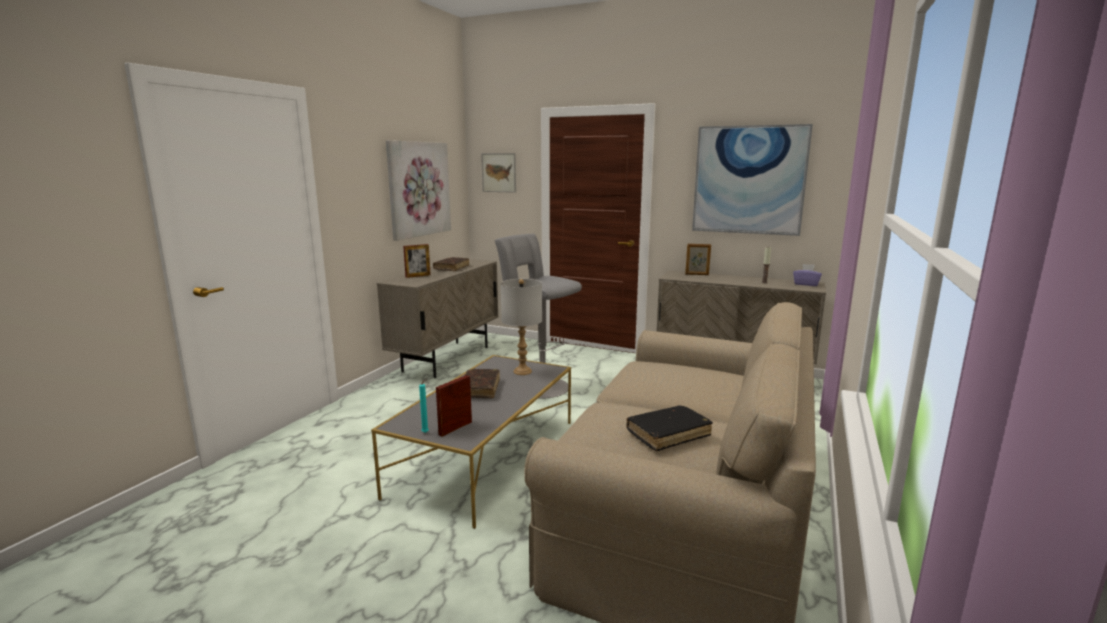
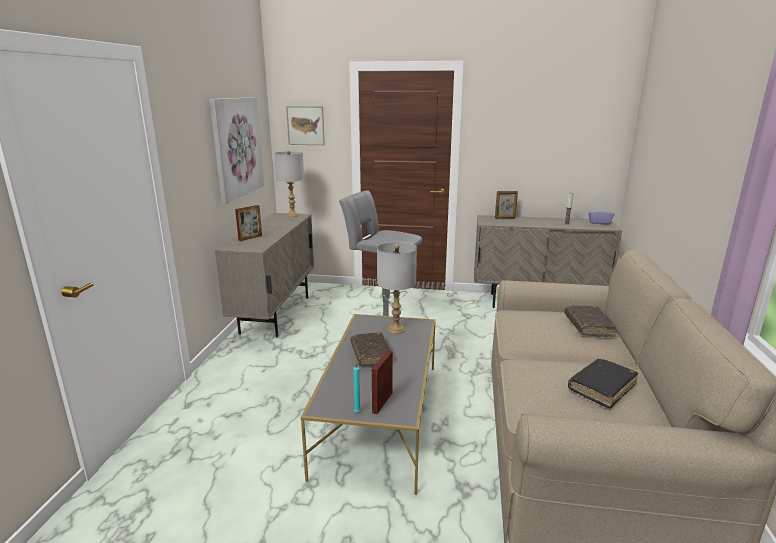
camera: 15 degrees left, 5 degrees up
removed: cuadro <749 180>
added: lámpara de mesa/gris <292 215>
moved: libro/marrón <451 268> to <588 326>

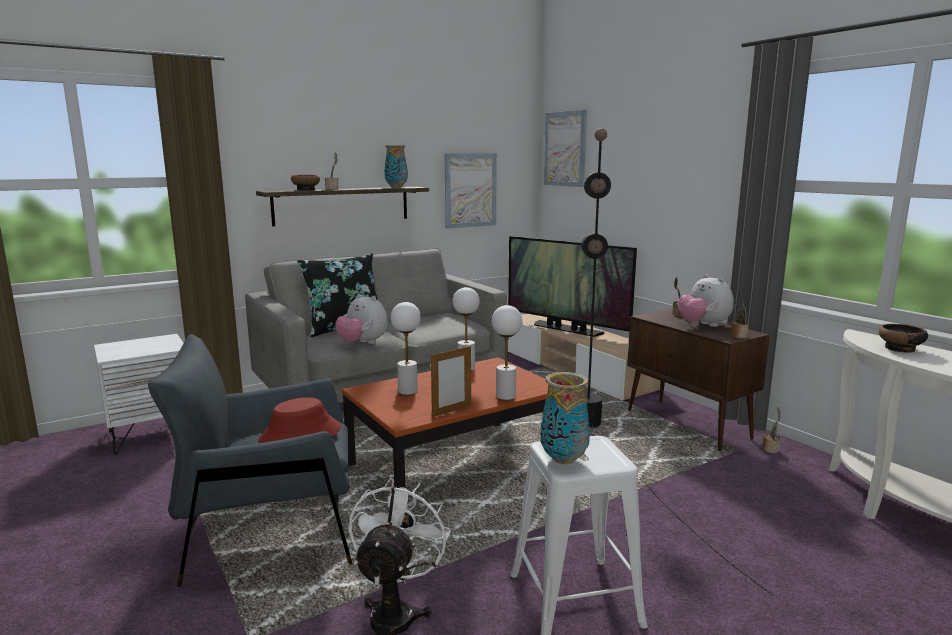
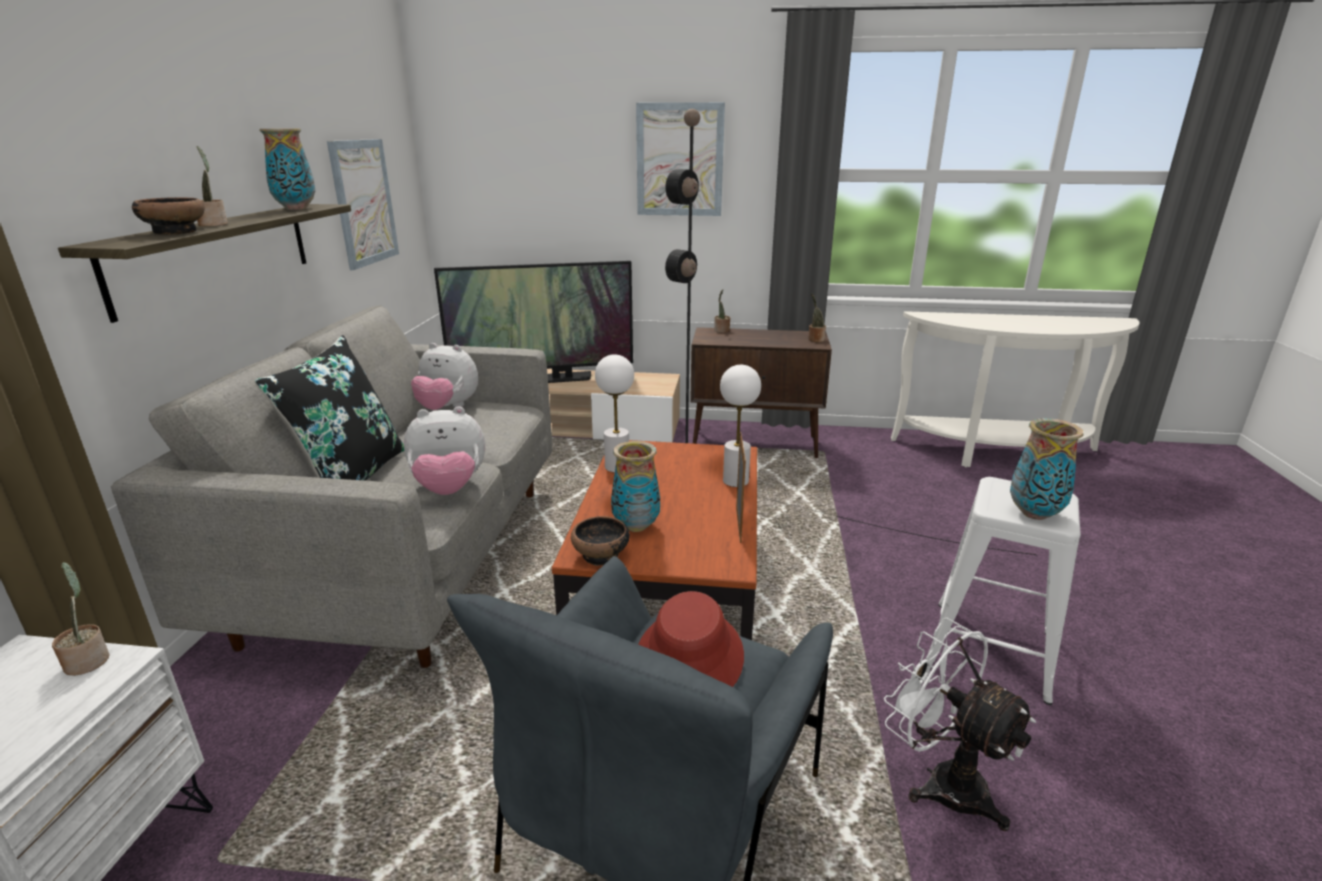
camera: 50 degrees left, 10 degrees up
moved: cuadro <565 149> to <679 160>; peluche <703 325> to <447 408>; planta en maceta <771 449> to <88 660>; cuenco <900 349> to <601 555>
replaced: lámpara de mesa/blanco <407 391> to florero <635 526>

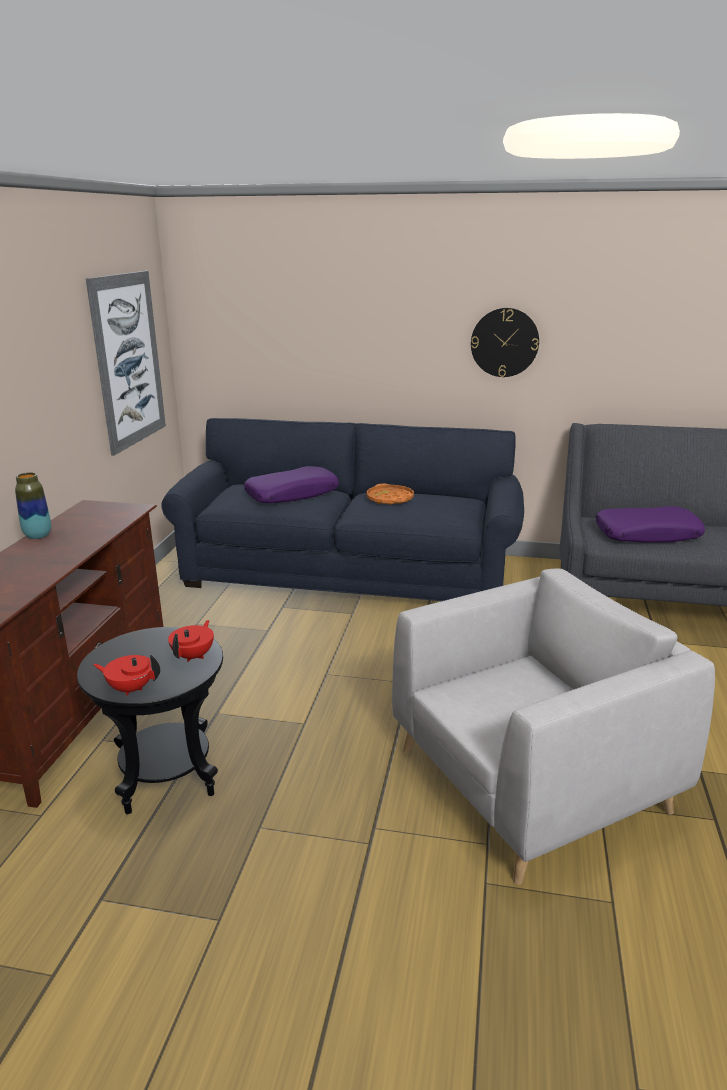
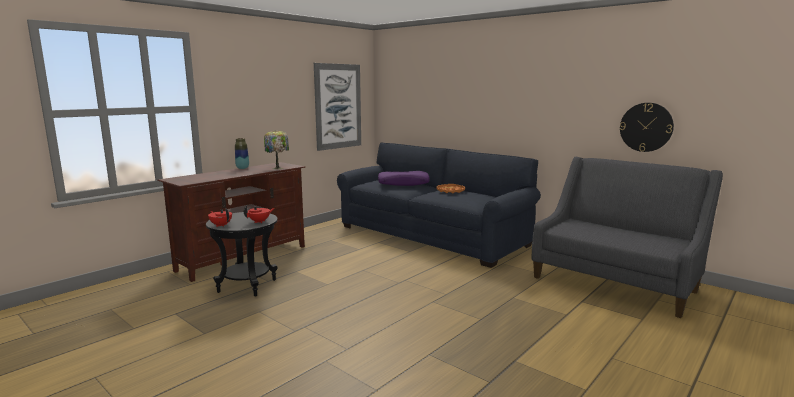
camera: 30 degrees right, 10 degrees down
removed: sillón/gris <531 779>; cojín/morado <647 534>
added: lámpara de mesa <278 168>
moved: reloj de pared <504 342> to <646 127>

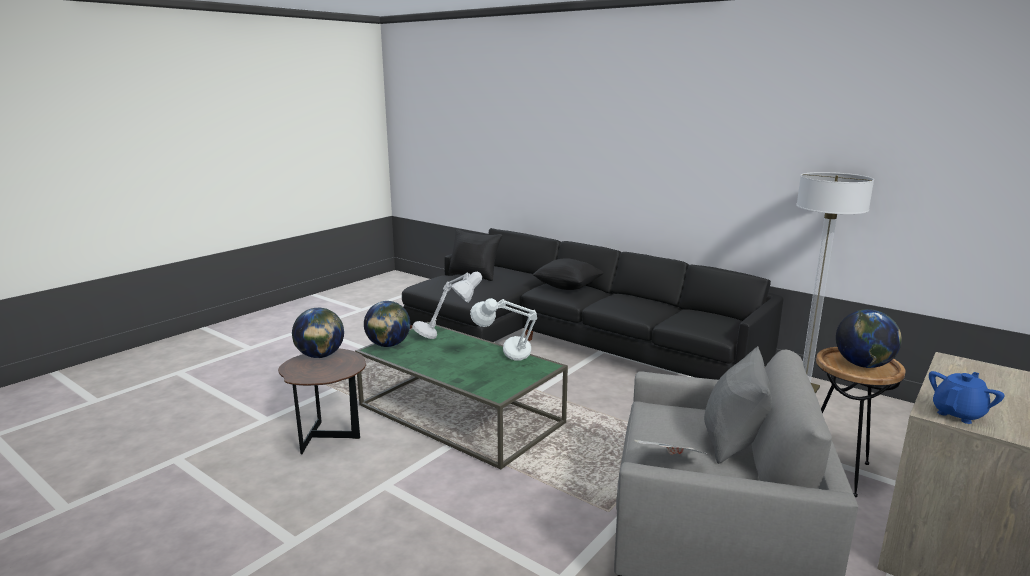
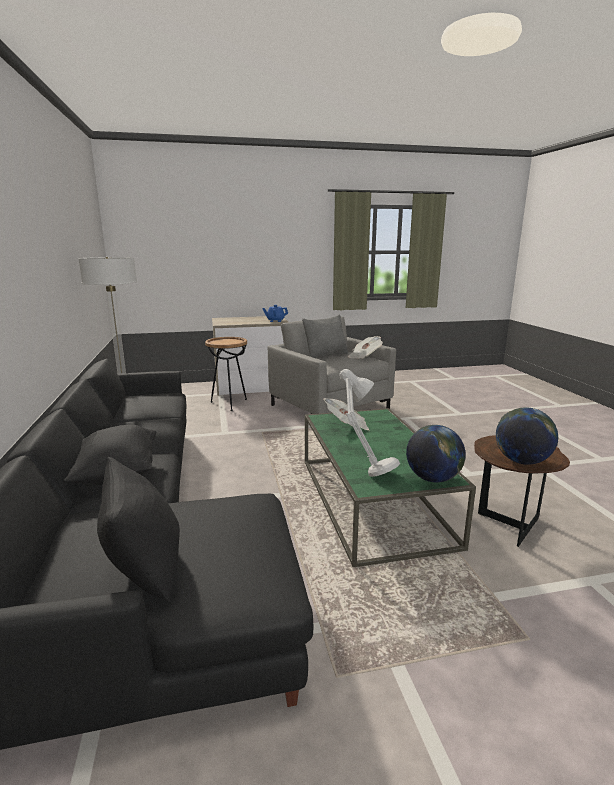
camera: 140 degrees left, 0 degrees up
removed: globo terráqueo <863 365>
replaced: lámpara de mesa/blanco <507 366> to periódico <347 425>

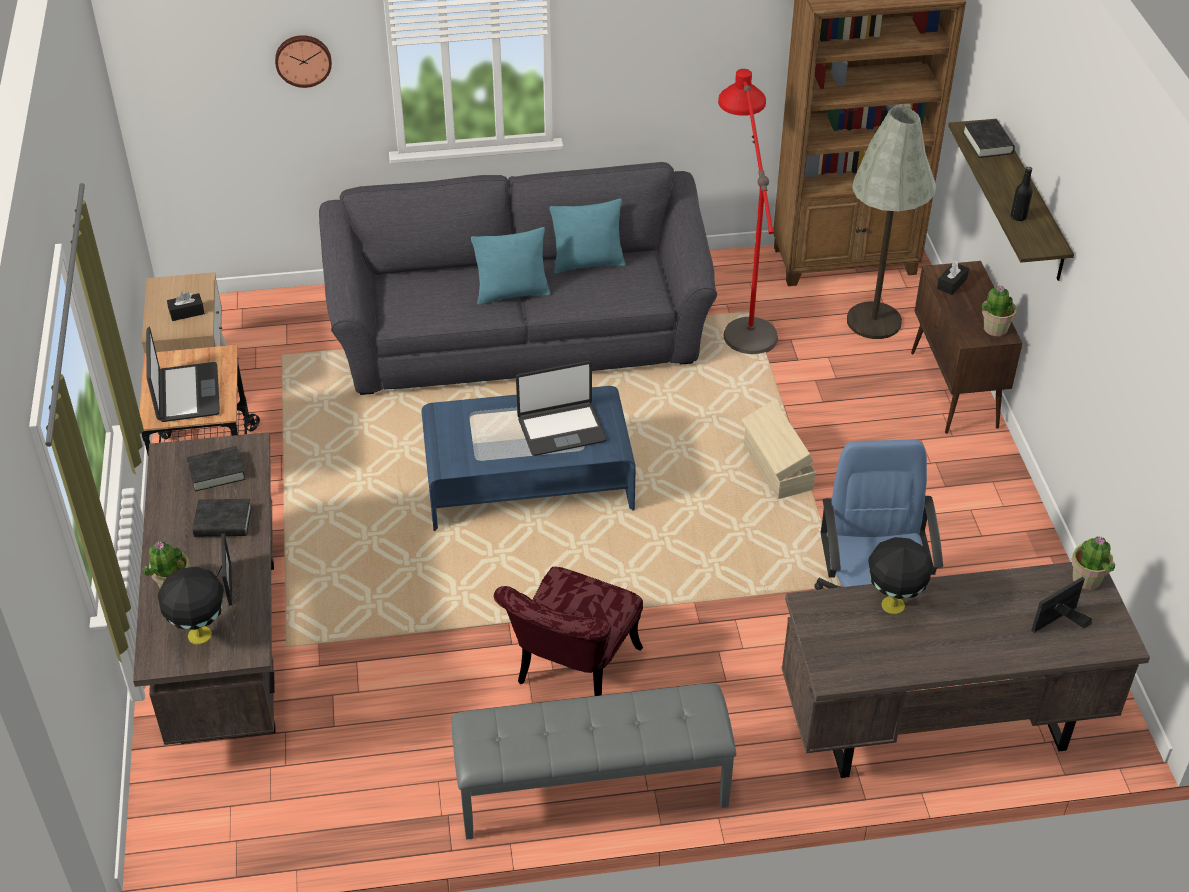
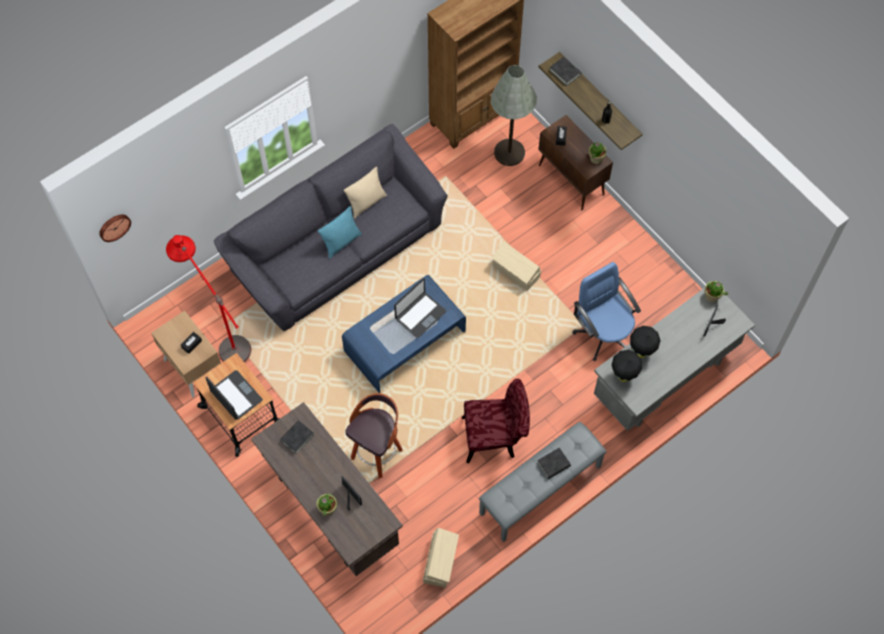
camera: 30 degrees left, 20 degrees up
added: taburete <377 452>; caja de almacenaje/beis <440 561>
moved: lámpara de mesa/negro <200 634> to <623 376>; libro/negro <223 522> to <553 464>; reloj de pared <303 59> to <114 226>; lámpara de pie/rojo <742 312> to <221 334>
recoloured: cojín/turquesa <588 263> to cojín/beis <366 203>; escritorio/marrón <939 727> to escritorio/gris <664 380>
turned: silla/rojo <572 675> = <495 437> 90 degrees counterclockwise

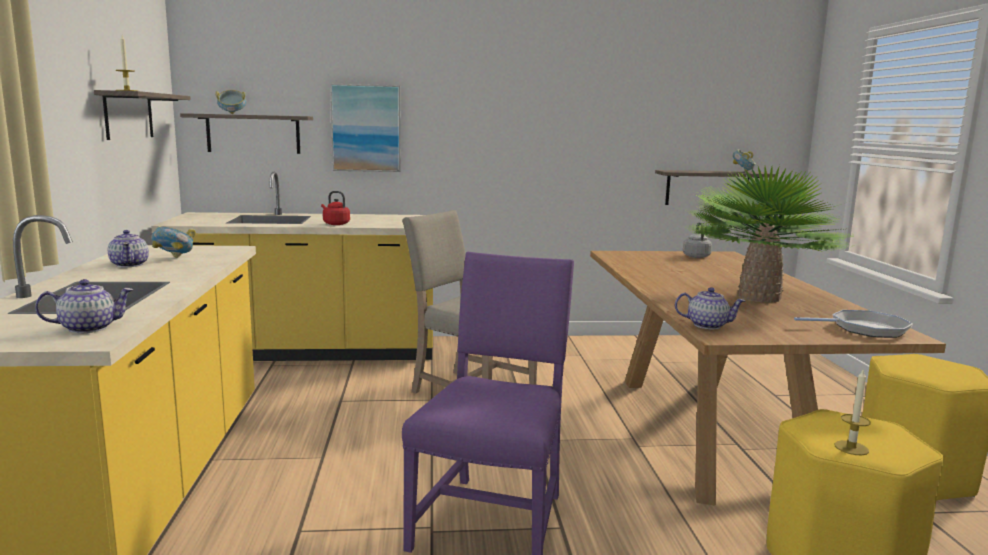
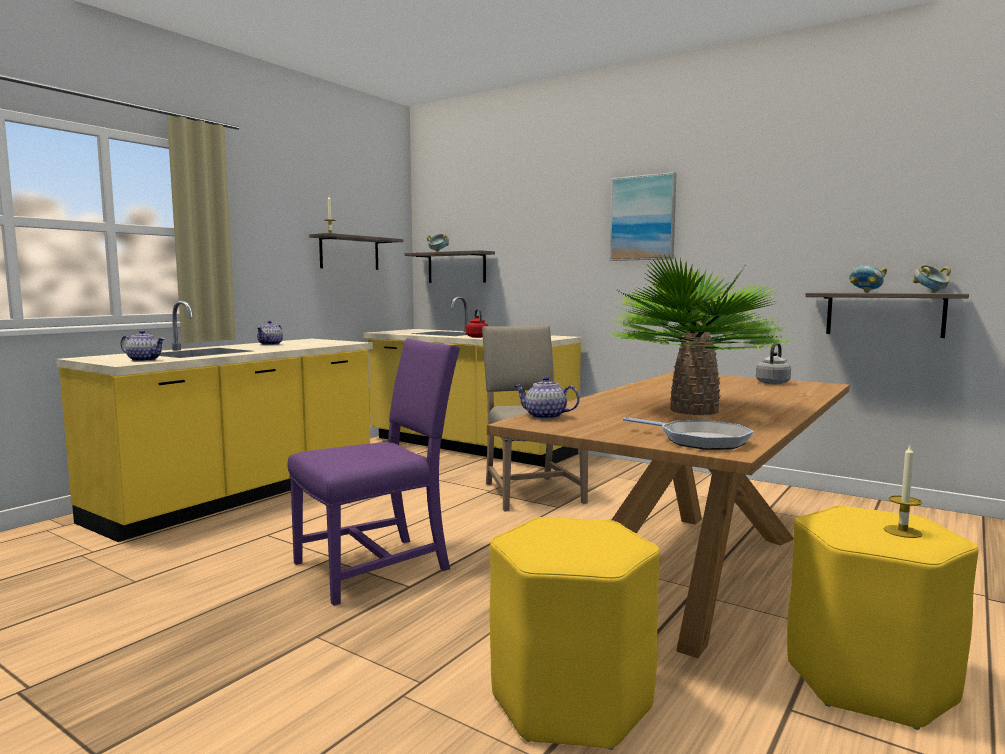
camera: 40 degrees right, 5 degrees down
moved: cuenco <174 258> to <865 292>; cuadro <366 128> to <643 218>; vela <851 448> to <902 531>
turned: tetera <707 325> = <545 416> 150 degrees clockwise

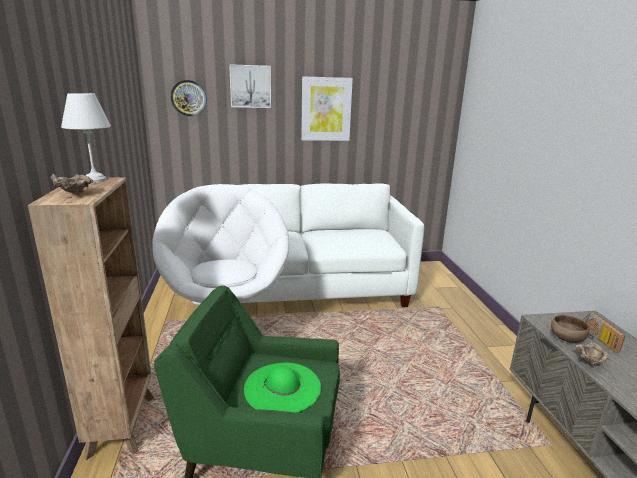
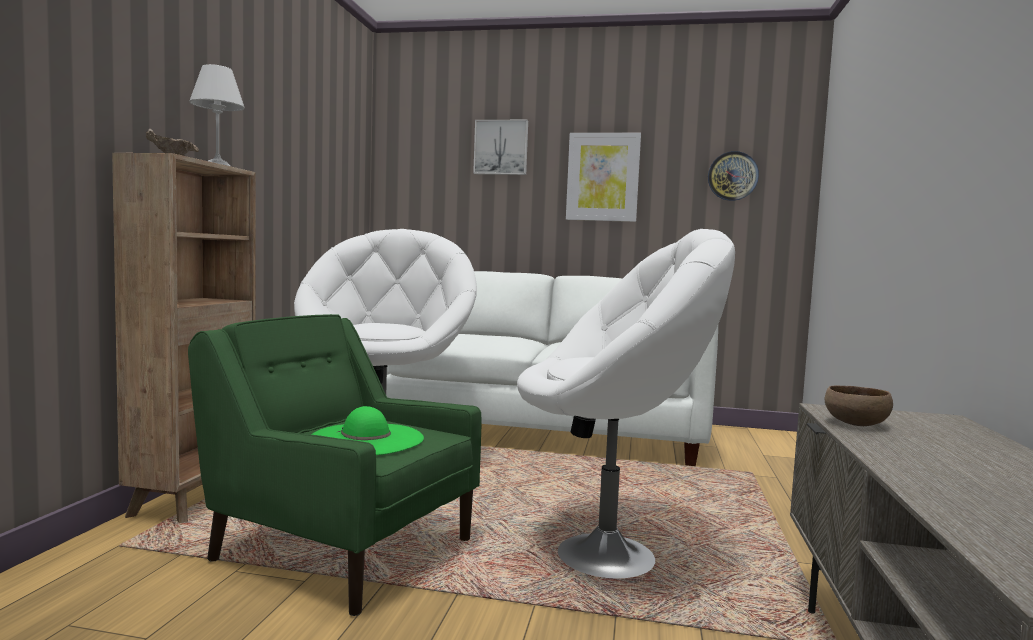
camera: 20 degrees right, 15 degrees down
removed: cuenco/beis <589 363>; radio <596 339>
added: sillón/blanco <609 557>
moved: reloj de pared <189 98> to <732 176>

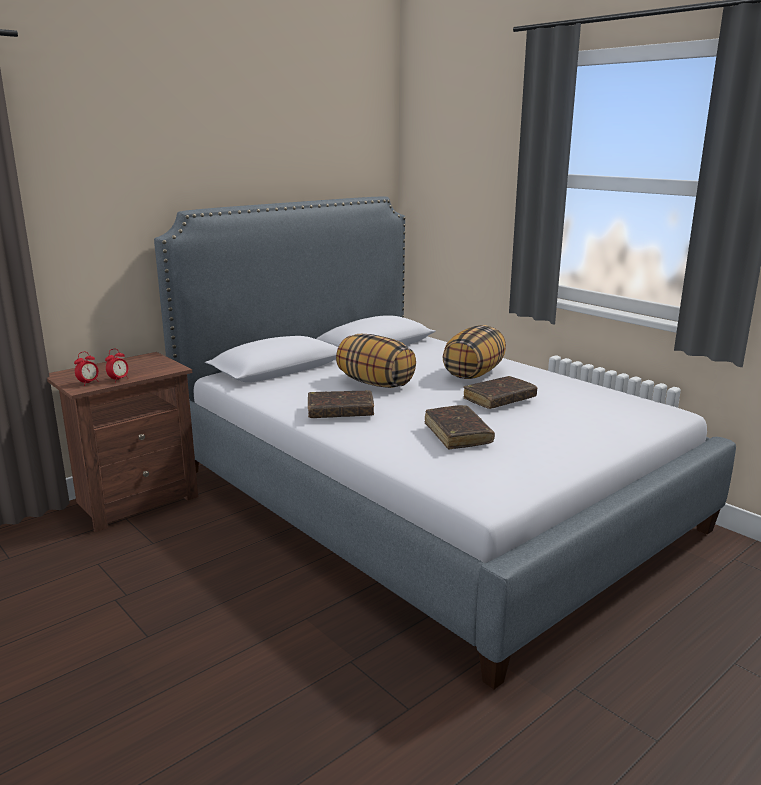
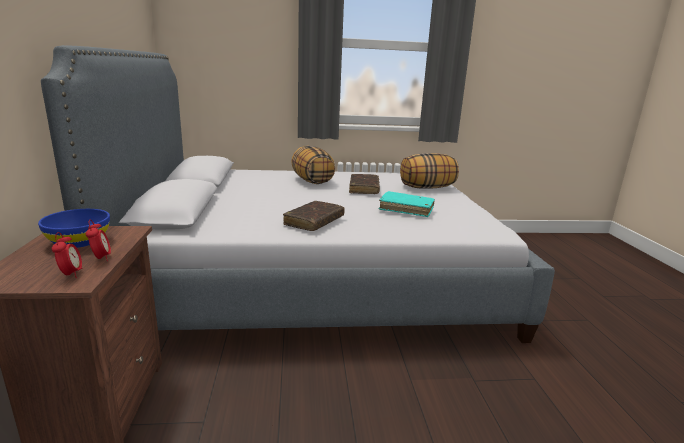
camera: 55 degrees left, 0 degrees up
added: cuenco/azul <79 242>
moved: cojín <375 383> to <427 188>
recoloured: libro/marrón <457 434> to libro/turquesa <406 209>

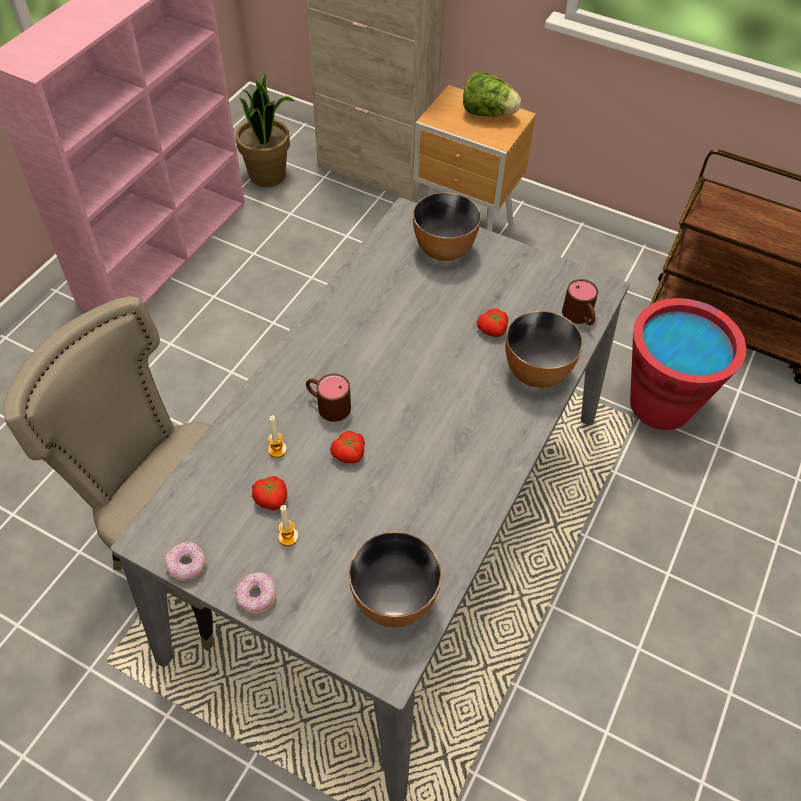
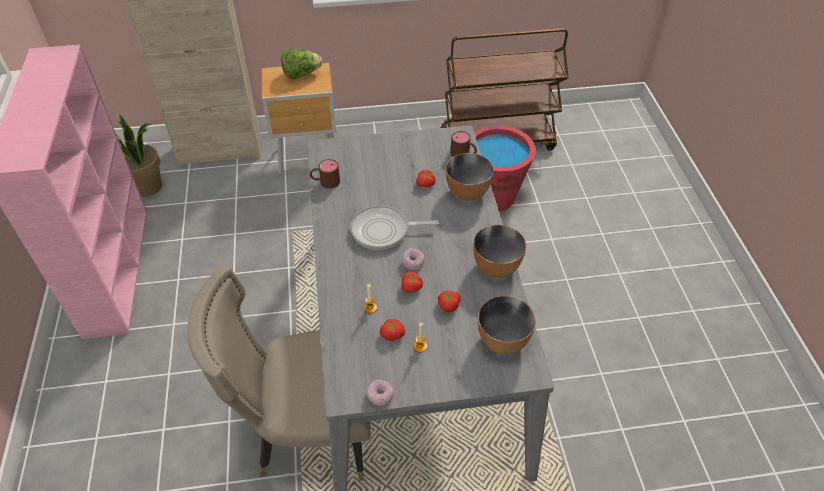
camera: 35 degrees left, 5 degrees down
added: sartén <383 231>; tomate <448 305>
moved: rosquilla <256 597> to <413 262>; taza grande/marrón <327 405> to <325 182>; cuenco <443 249> to <496 267>

